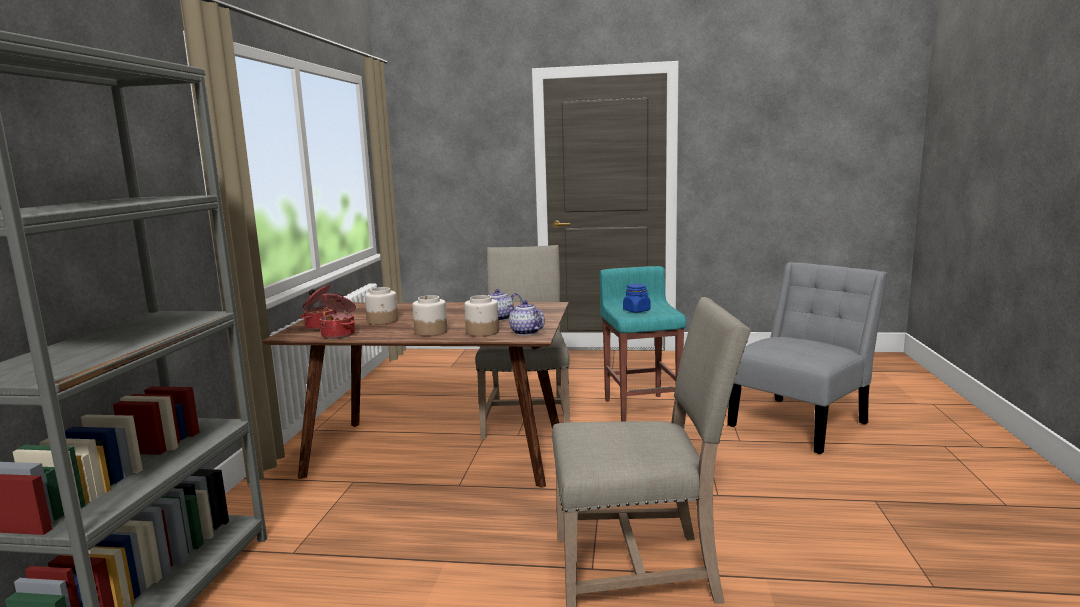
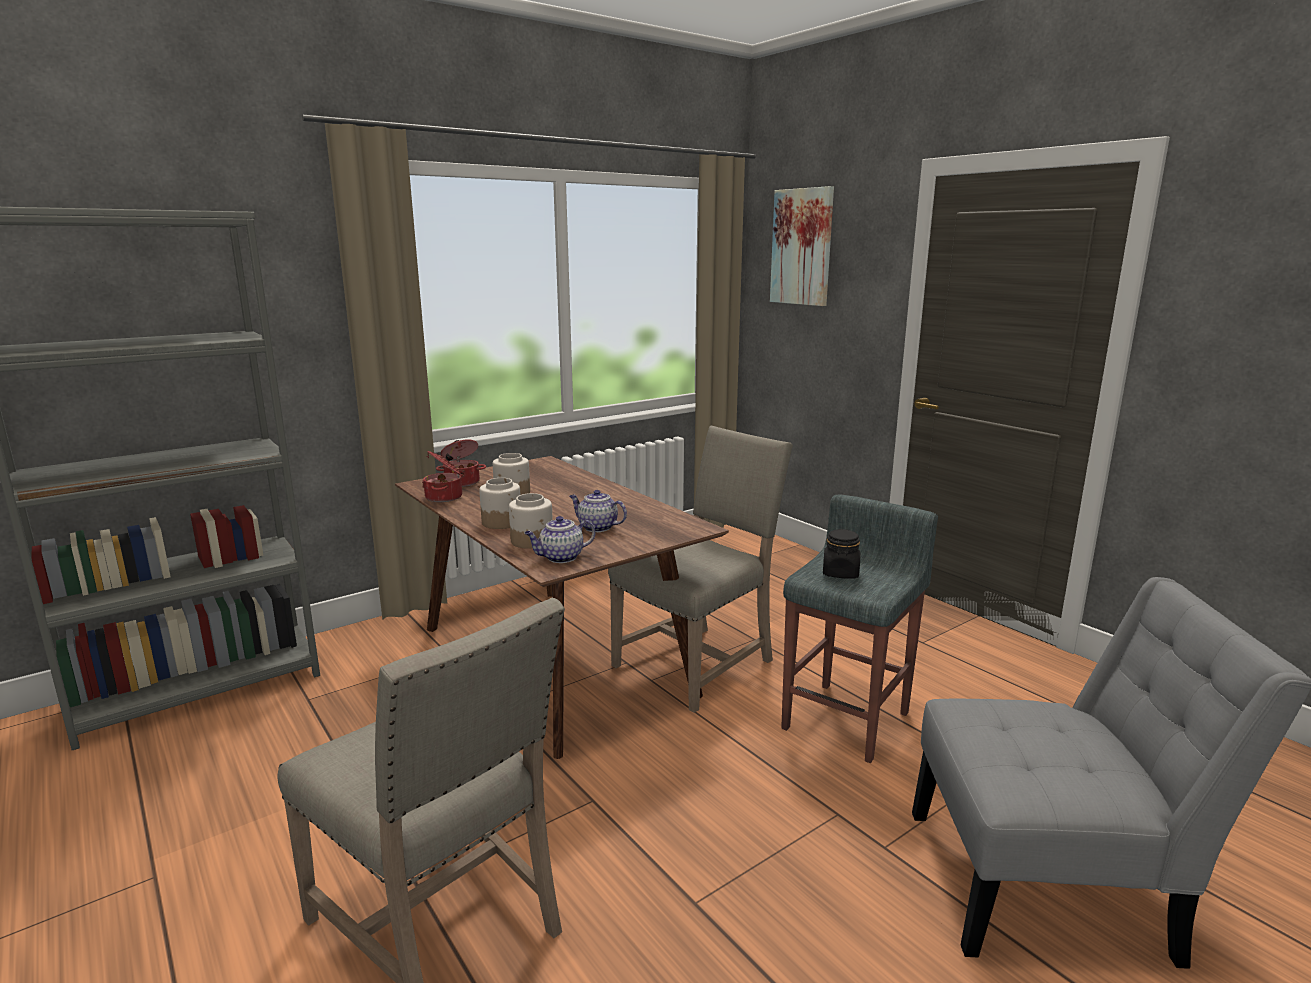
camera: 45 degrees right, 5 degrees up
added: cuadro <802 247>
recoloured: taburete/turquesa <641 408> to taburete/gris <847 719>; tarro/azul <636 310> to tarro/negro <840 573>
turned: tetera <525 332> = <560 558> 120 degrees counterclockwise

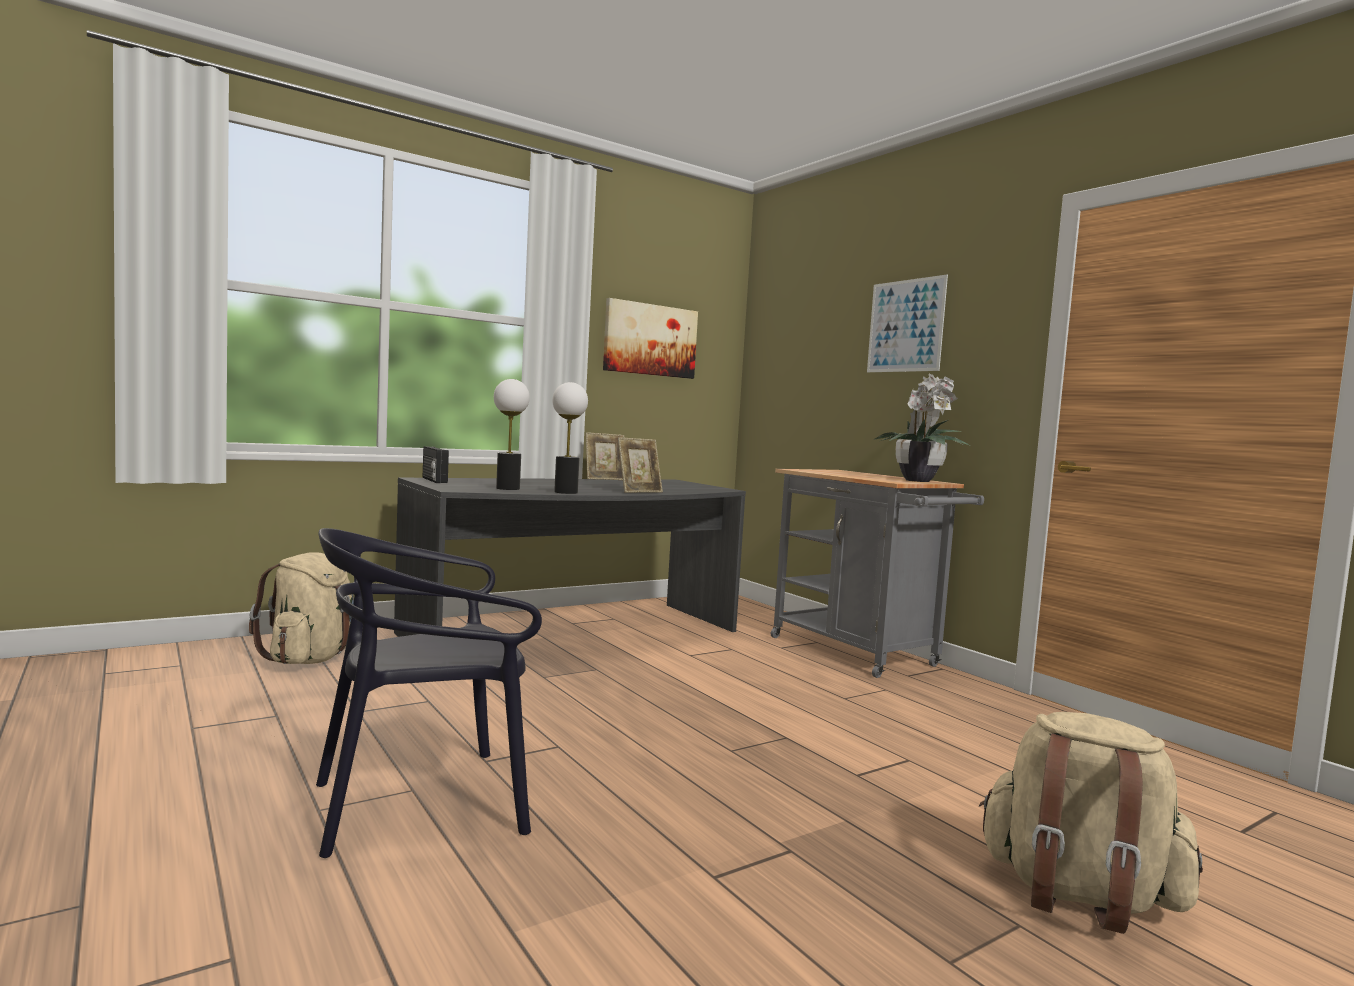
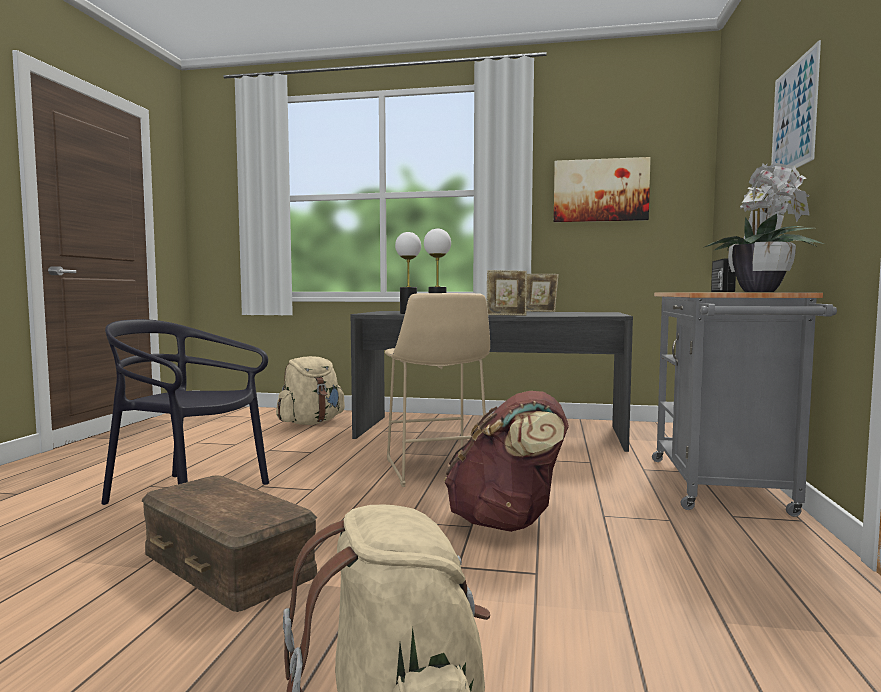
camera: 45 degrees right, 0 degrees up
added: caja de almacenaje/marrón <225 564>; taburete/beis <436 471>; mochila/marrón <507 522>
moved: radio <433 480> to <721 292>

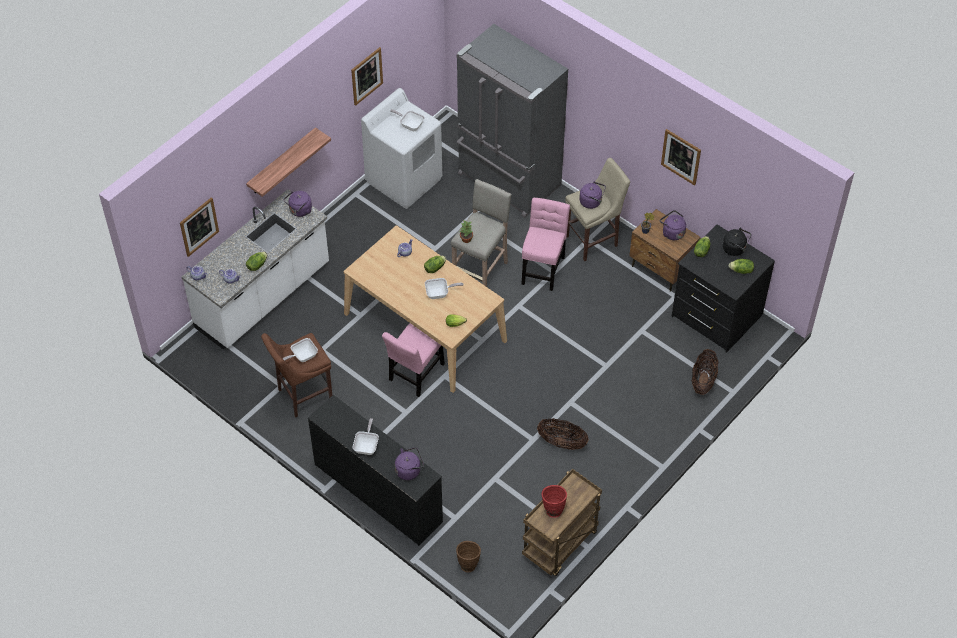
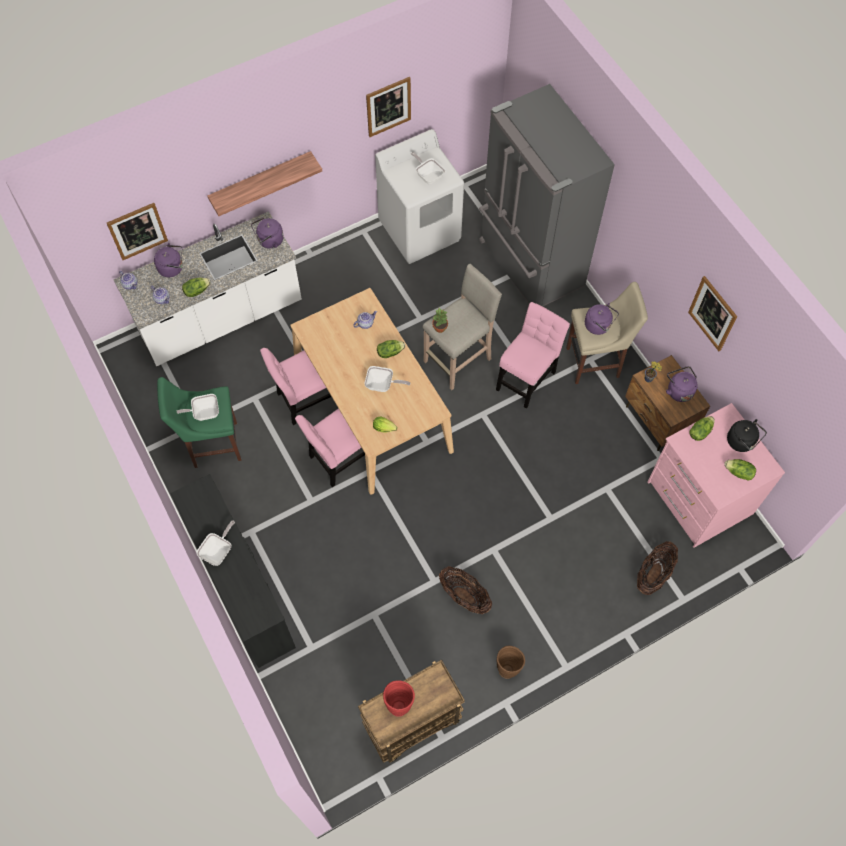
camera: 20 degrees right, 10 degrees up
added: silla/rosa <305 400>
moved: hervidor/morado <409 470> to <172 268>; florero/marrón <468 563> to <508 666>
recoloured: taburete/marrón <302 395> to taburete/verde <212 444>; cómoda/negro <716 316> to cómoda/rosa <698 498>

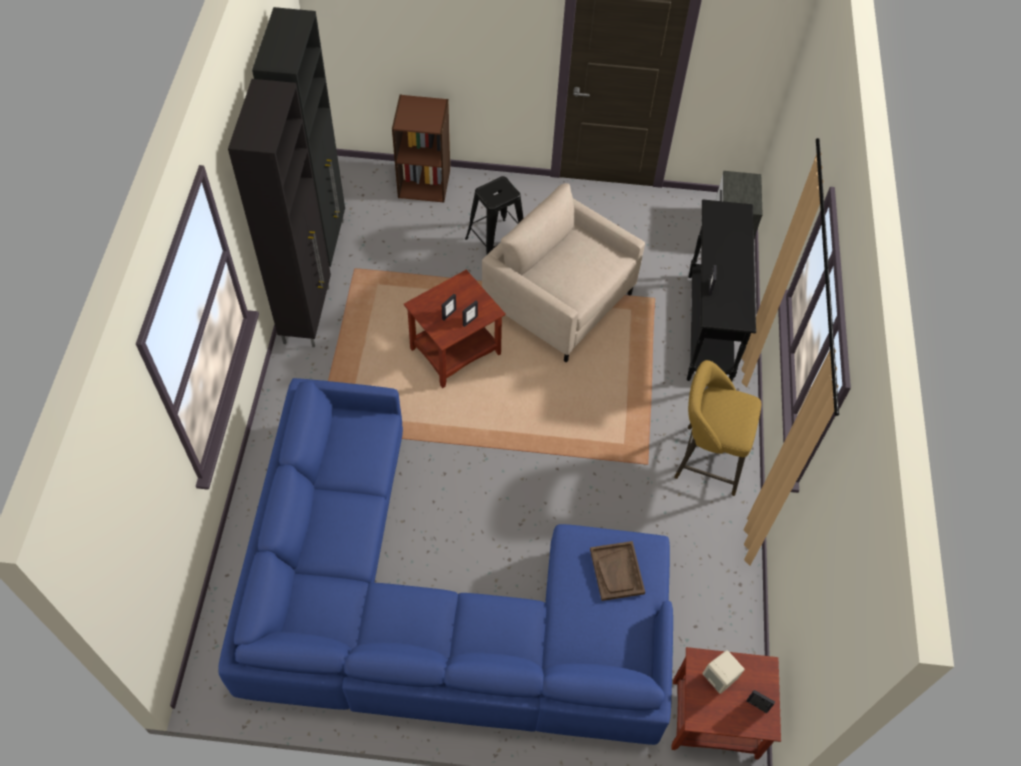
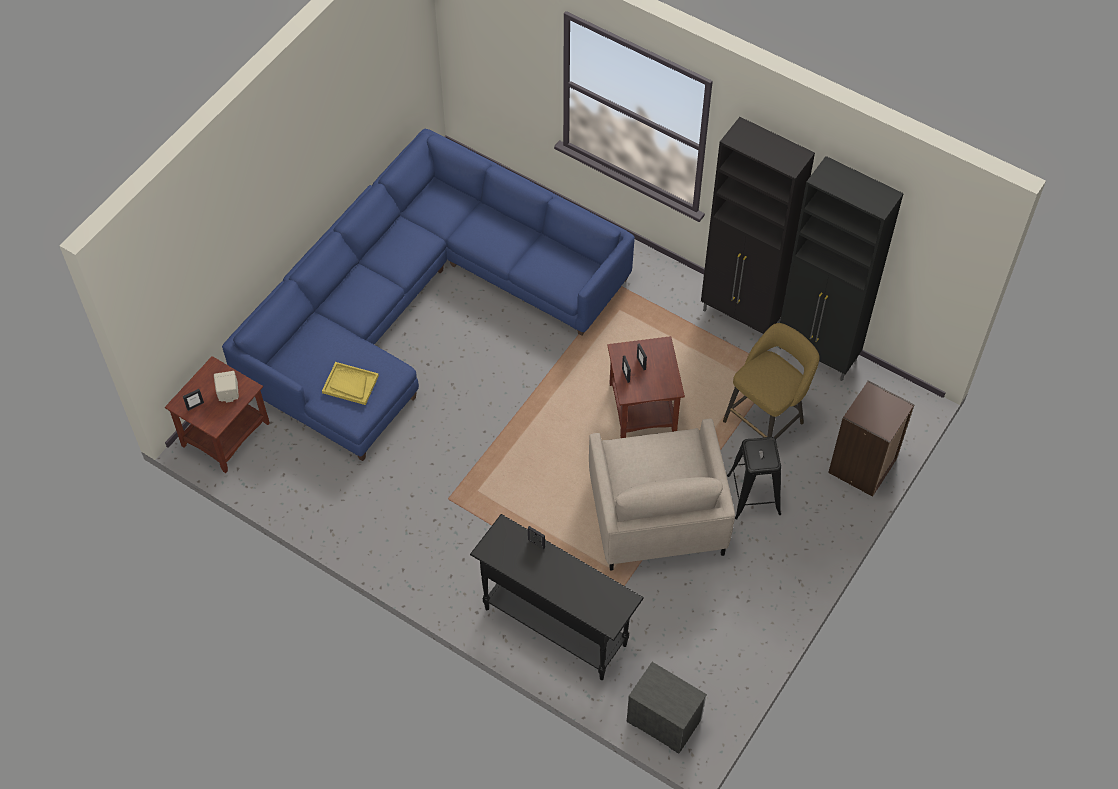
camera: 120 degrees right, 0 degrees up
moved: taburete/amarillo <705 459> to <766 419>
recoloured: bandeja/marrón <617 571> to bandeja/amarillo <350 384>
turned: sillón/beis <559 300> = <656 515> 105 degrees clockwise

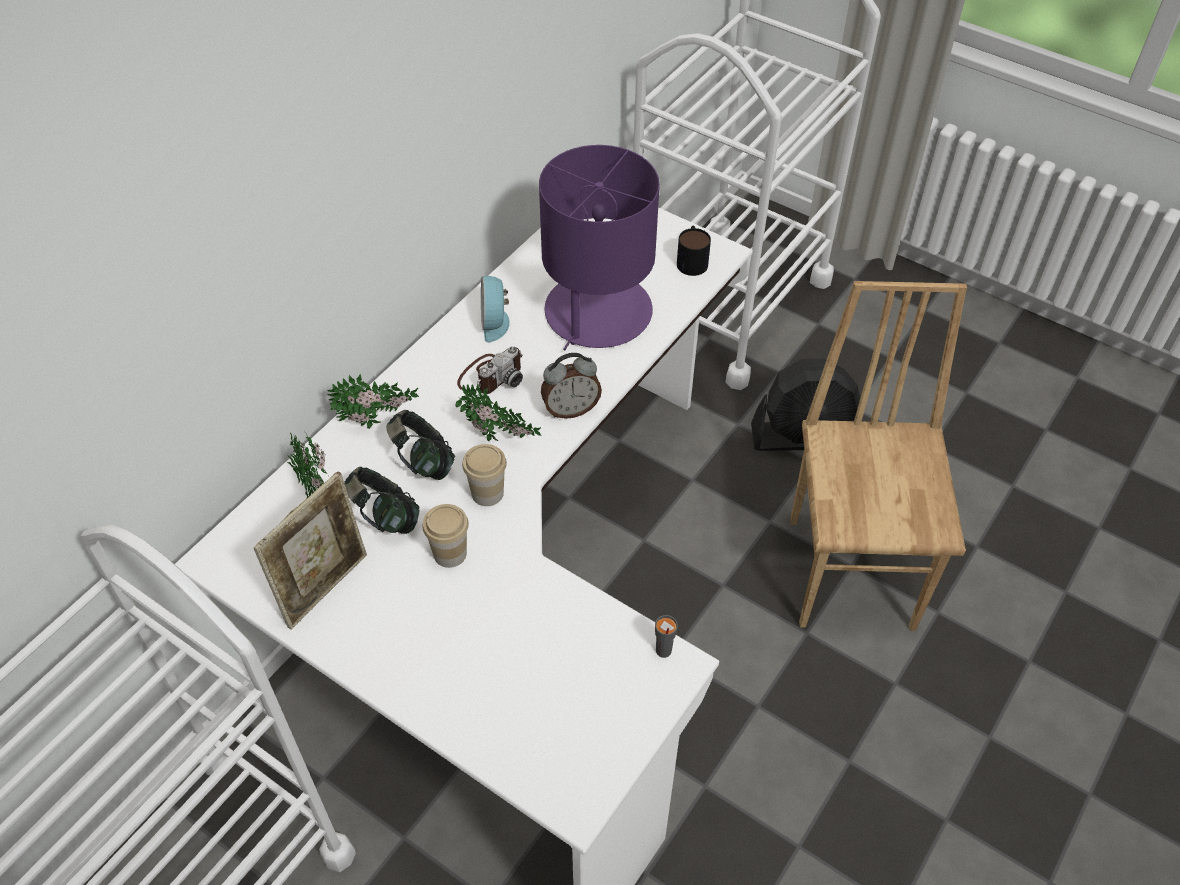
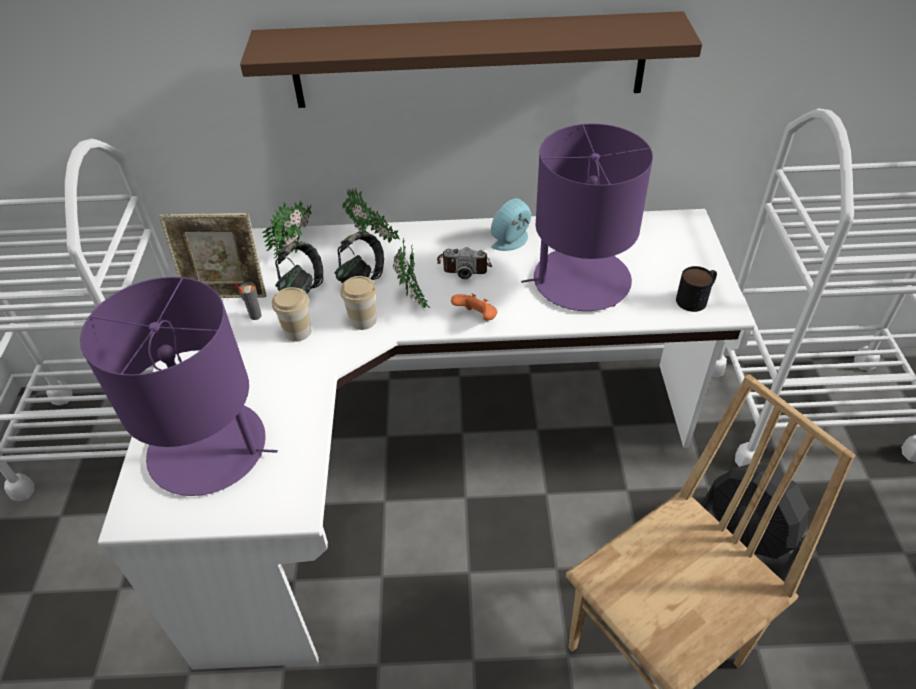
camera: 55 degrees right, 5 degrees down
added: lámpara de mesa/morado <209 449>; estante/marrón <468 61>
moved: taza/gris <663 651> to <255 316>
replaced: despertador <570 409> to mando de consola/naranja <476 317>

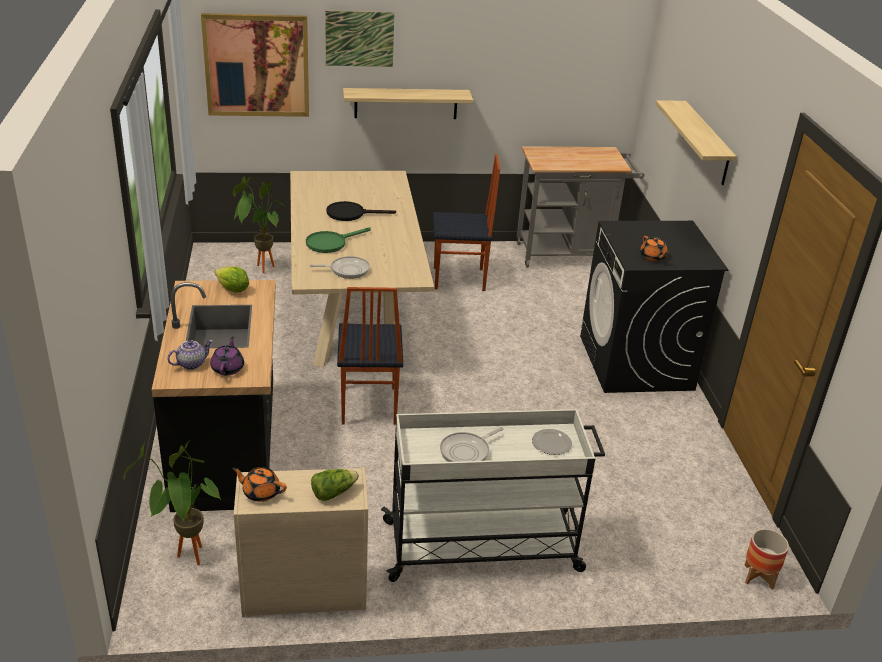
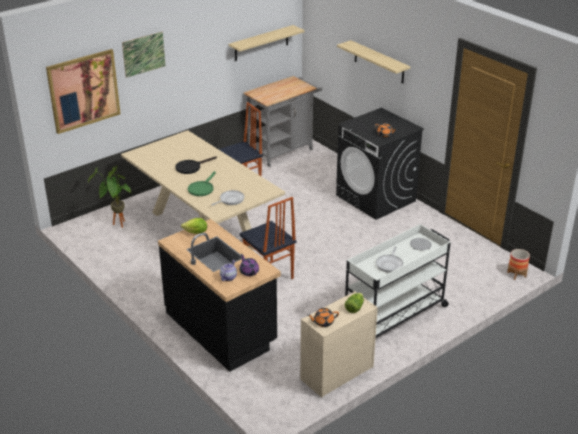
camera: 30 degrees left, 0 degrees up
removed: planta en maceta <187 560>
moved: estante <406 103> to <261 43>

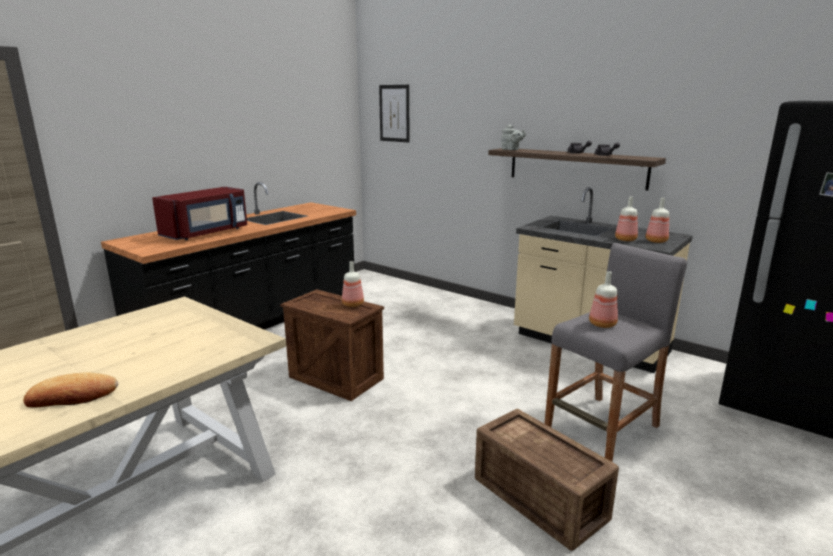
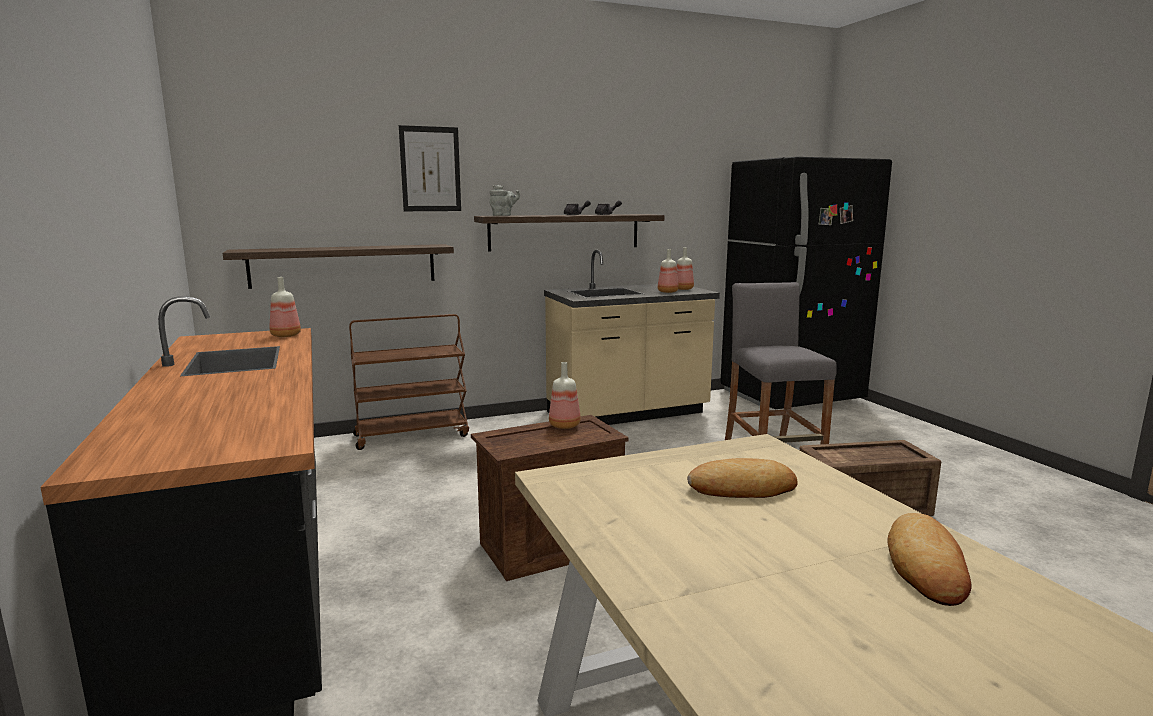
camera: 60 degrees left, 5 degrees down
removed: microondas/rojo <207 233>
added: estante <344 265>; carrito/marrón <412 435>; pan <742 488>
moved: cuadro <394 113> to <430 169>; botella <601 324> to <285 335>

